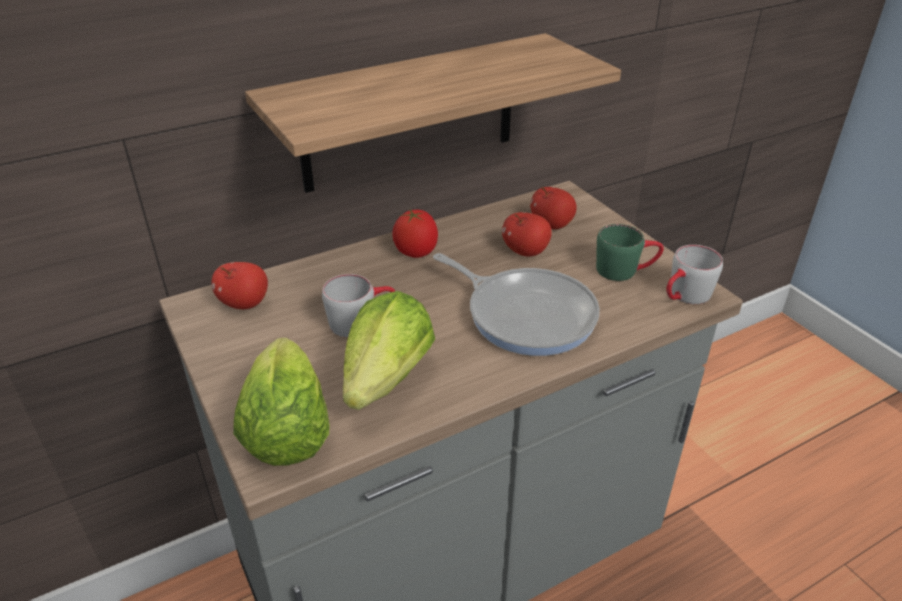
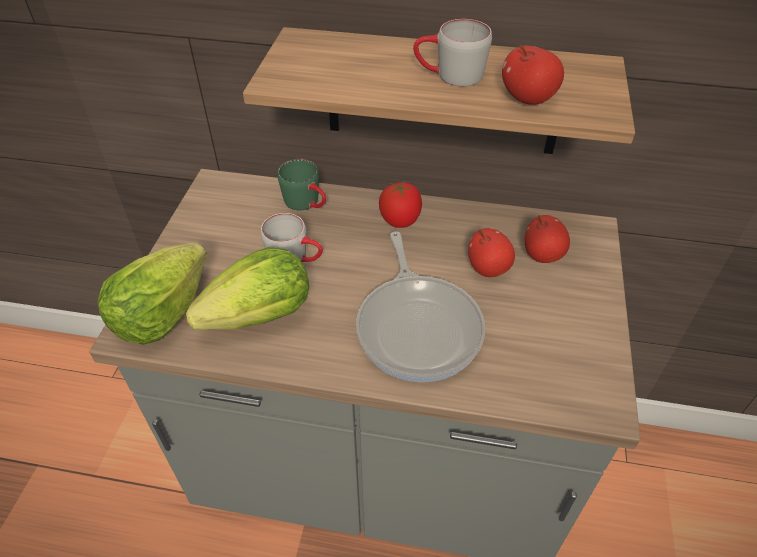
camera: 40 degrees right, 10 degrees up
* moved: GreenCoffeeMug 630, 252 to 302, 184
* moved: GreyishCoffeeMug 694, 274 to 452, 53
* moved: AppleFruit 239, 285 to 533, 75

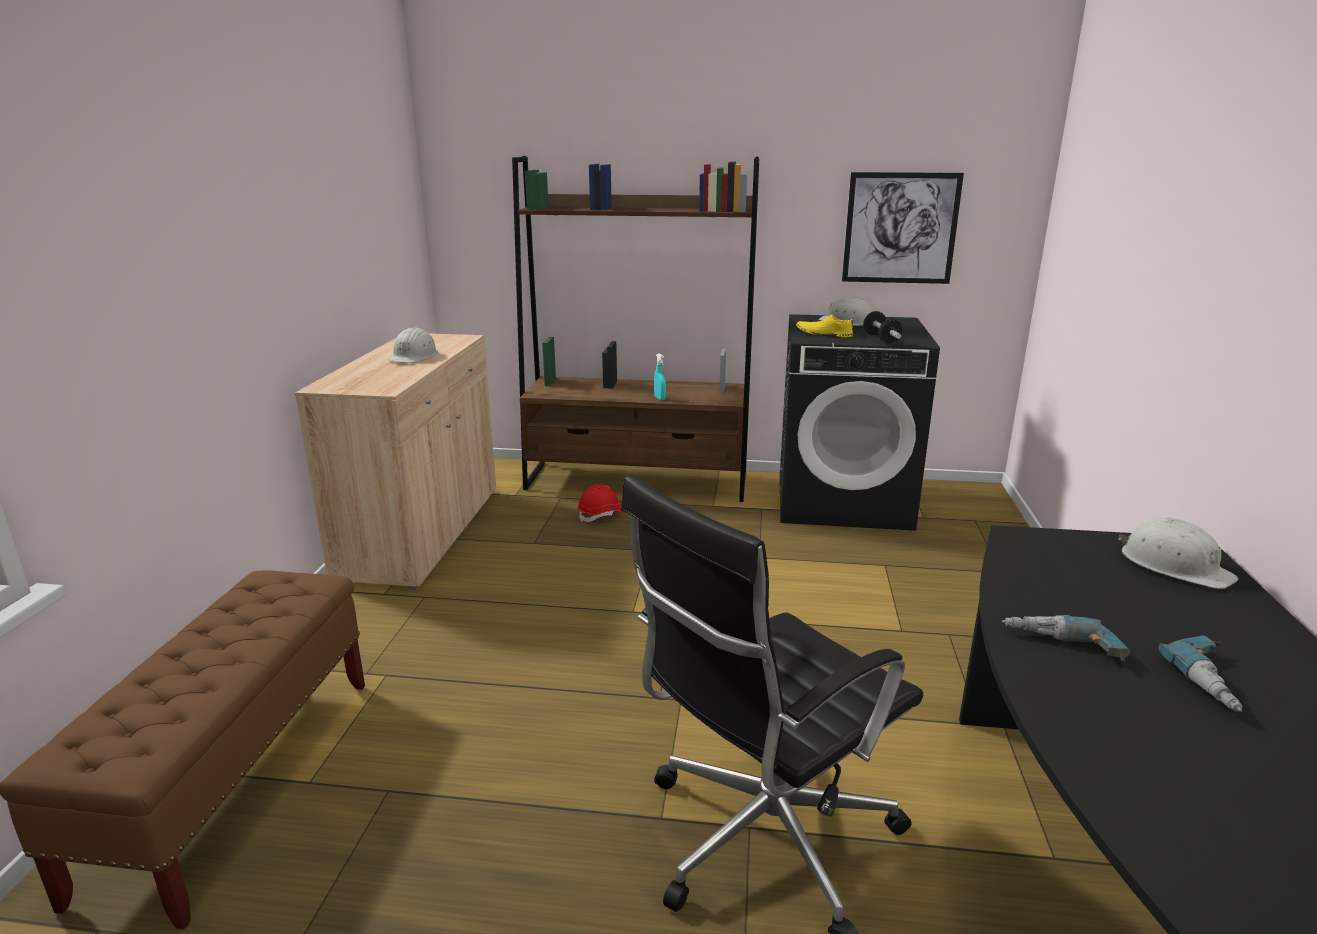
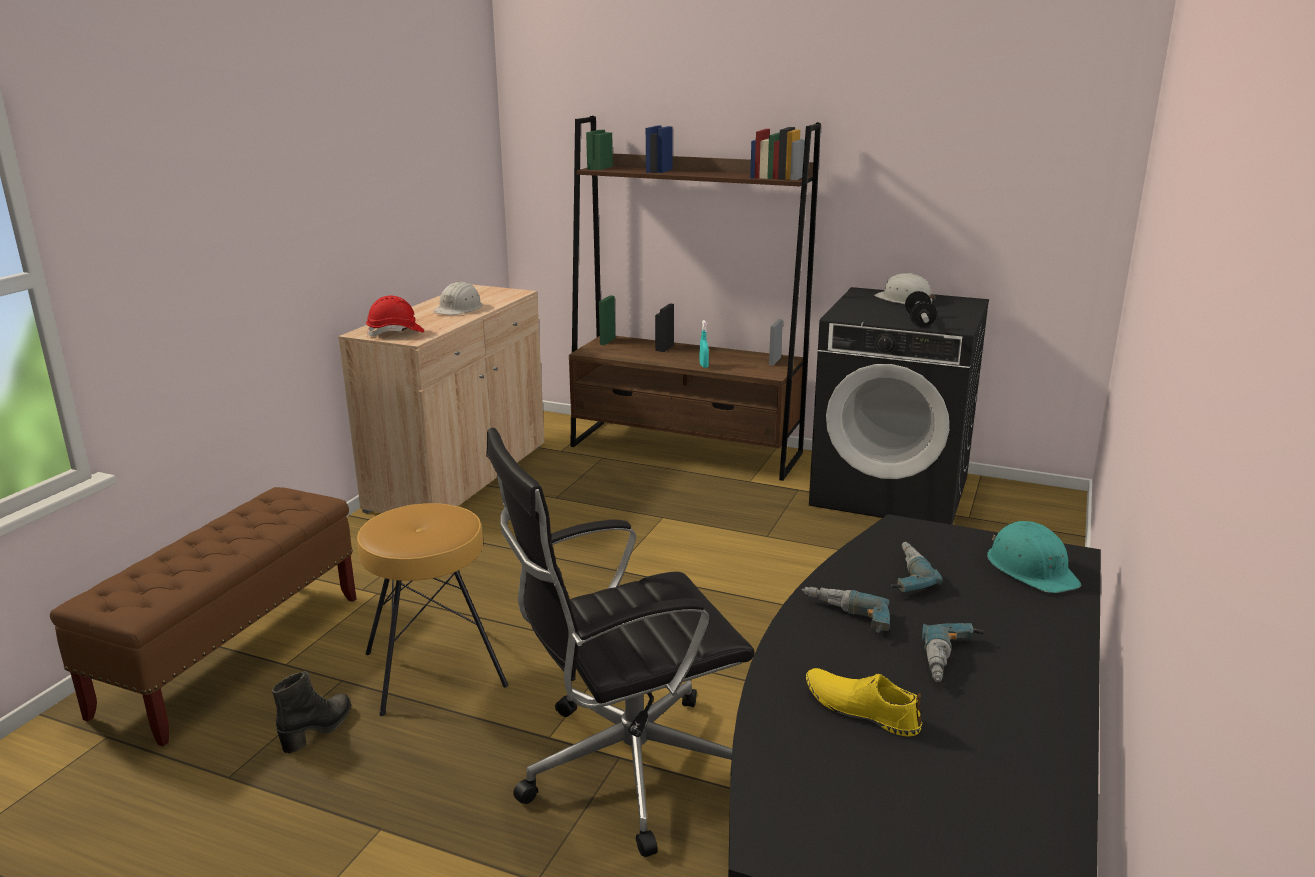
camera: 15 degrees right, 0 degrees up
* removed: WallArt 903, 228
* moved: YellowishShoe 825, 325 to 864, 702
* moved: RedHardHat 601, 503 to 395, 316
* recoloured: WhitishHardHat 1178, 553 to TurquoiseHardHat 1034, 557
* added: BrownSittingStool 433, 609
* added: Drill 917, 567
* added: BlackColouredHighTopBoot 311, 712

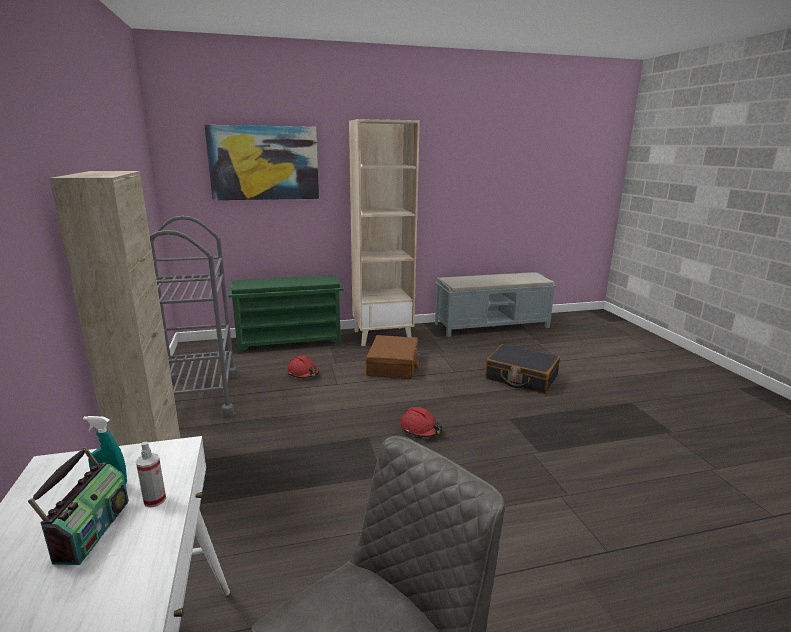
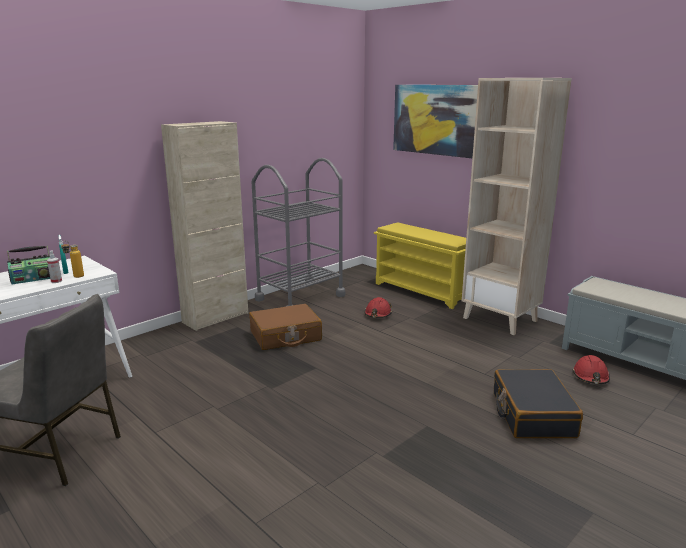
camera: 60 degrees right, 0 degrees up
* recoloured: GreenShoeRack 286, 314 to YellowishShoeRack 420, 266
* moved: BrownPieceOfLuggage 392, 357 to 285, 327
* moved: RedHardHat 421, 422 to 591, 369
* added: DrinkBottle 72, 259

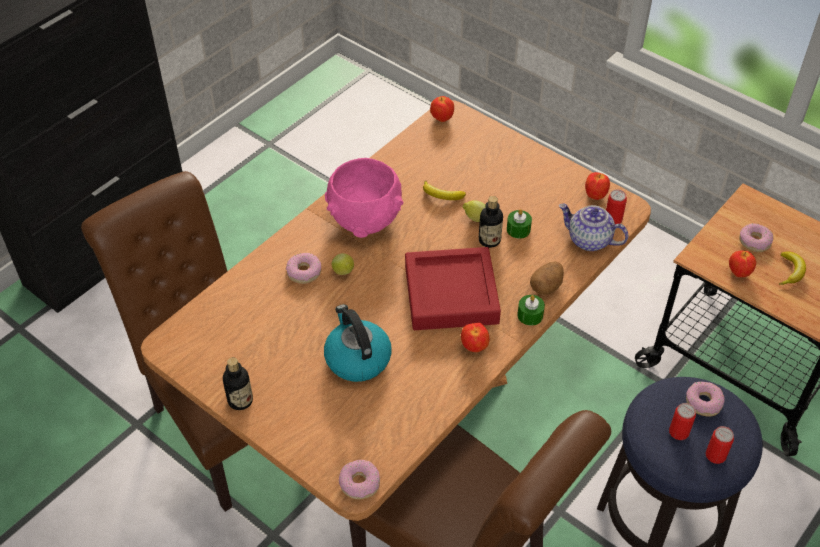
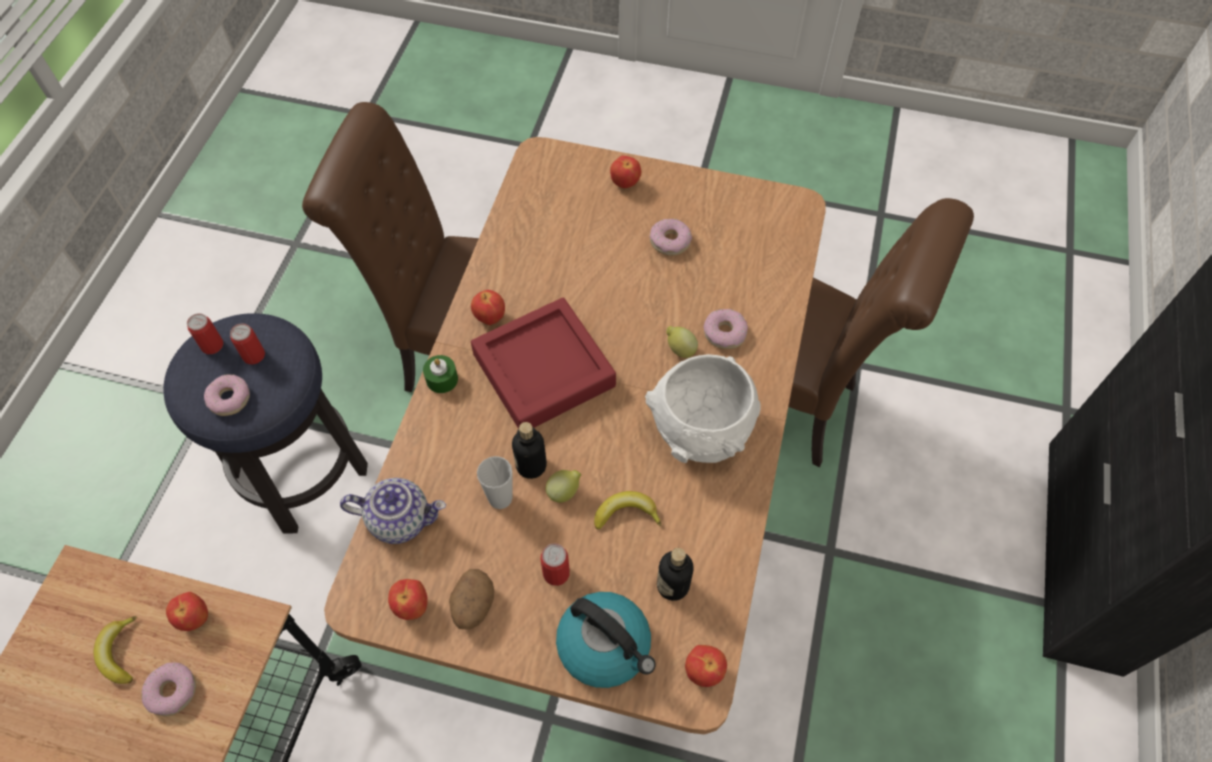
camera: 155 degrees right, 10 degrees up
* recoloured: PinkishDeepDish 364, 198 to WhitishDeepDish 703, 408
* moved: SealedCan 616, 206 to 555, 564
* replaced: GreenCandle 519, 224 to SmallCup 494, 482
* moved: Potato 547, 278 to 471, 599
* moved: Kettle 358, 343 to 606, 640
* moved: DrinkBottle 238, 383 to 675, 574
* moved: Doughnut 359, 480 to 671, 237
* added: AppleFruit 625, 172

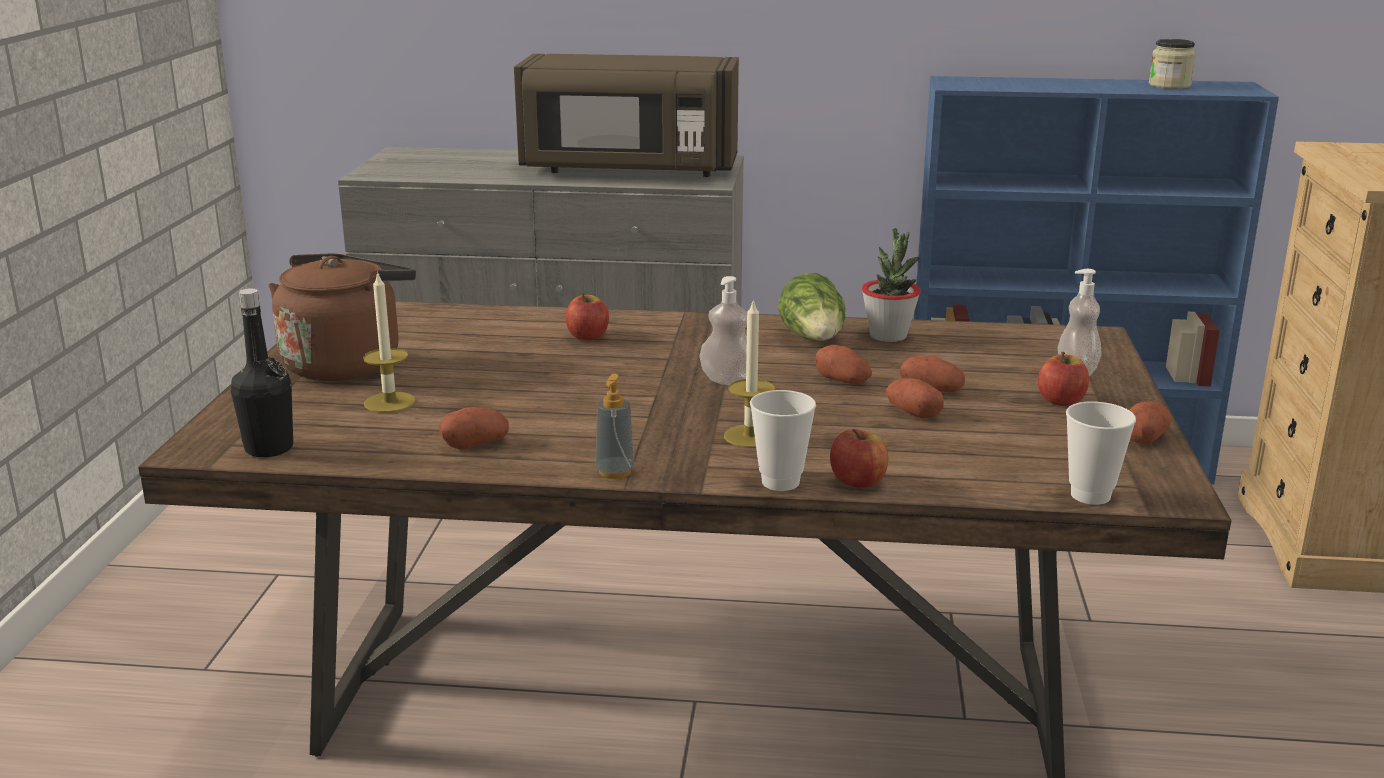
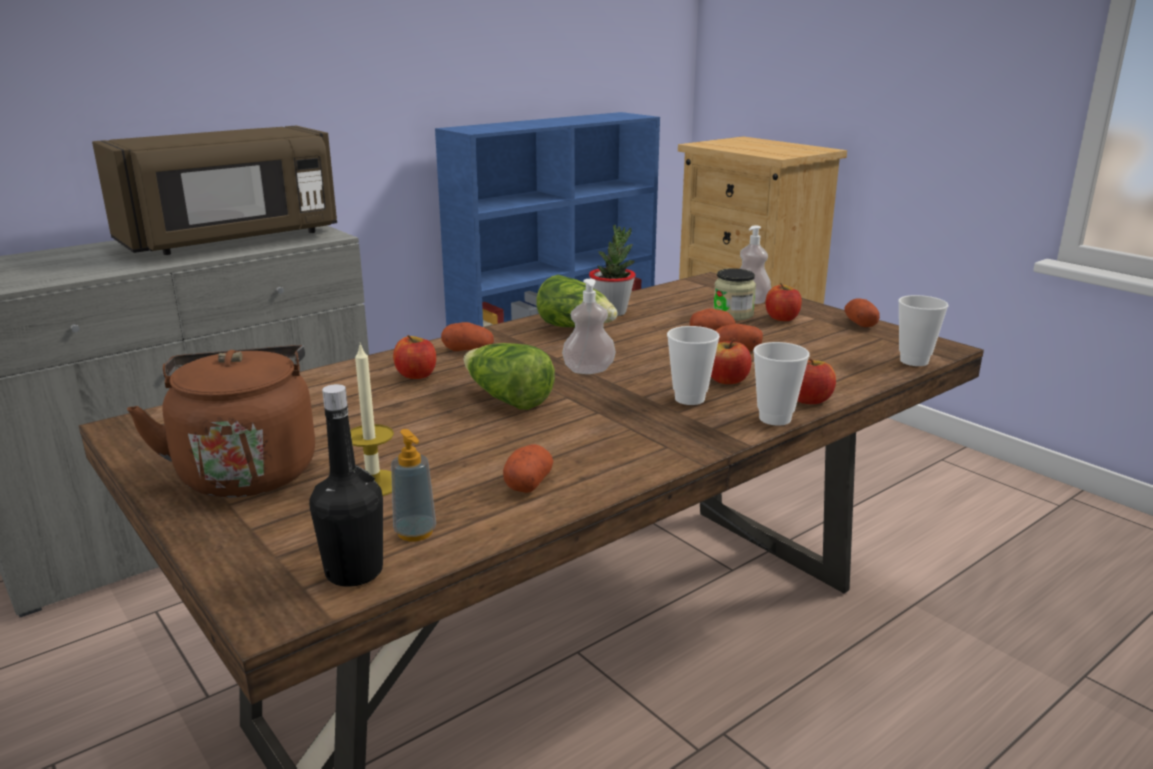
camera: 45 degrees left, 0 degrees up
* moved: Jar 1172, 64 to 734, 294
* replaced: Candle 749, 373 to SmallCup 693, 365
* moved: Potato 843, 365 to 467, 336
* moved: SoapBottle 615, 426 to 413, 485
* added: AppleFruit 731, 361
* added: Lettuce 509, 376

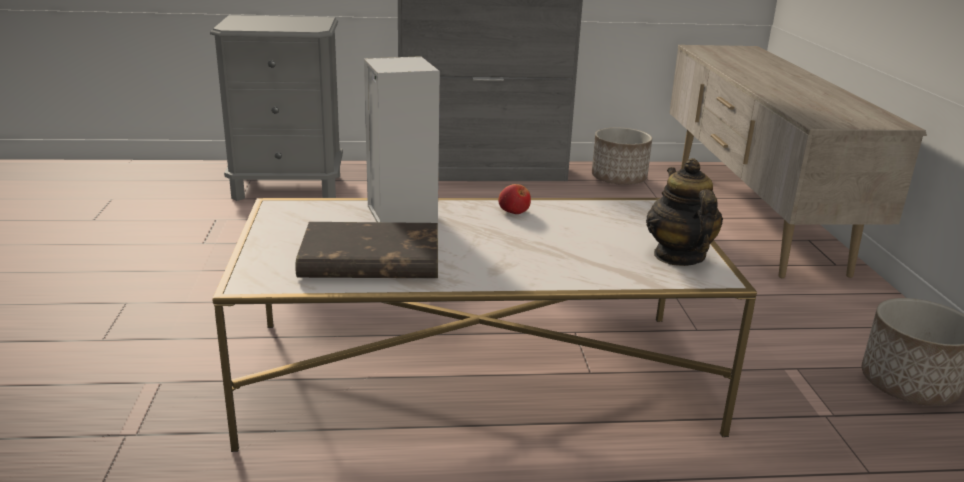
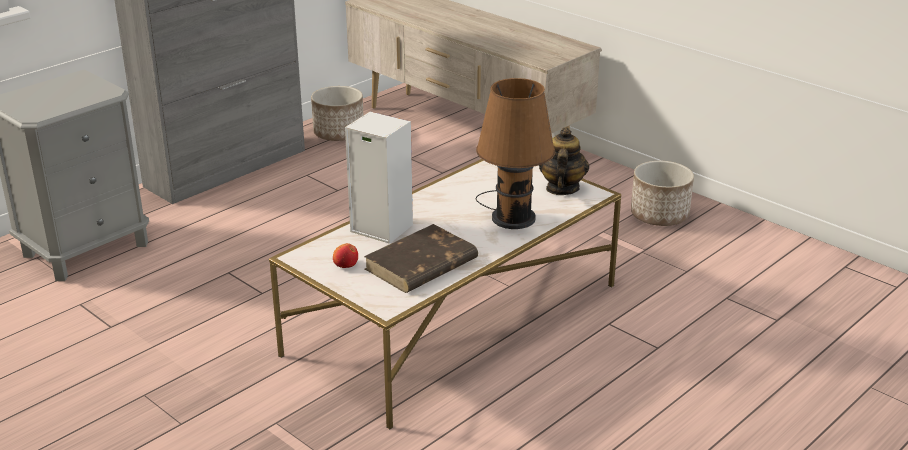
camera: 40 degrees left, 5 degrees up
* turned: PotForTea 684, 212 = 564, 161 60 degrees clockwise
* moved: AppleFruit 514, 199 to 345, 255
* added: BrownTabletopLamp 515, 153

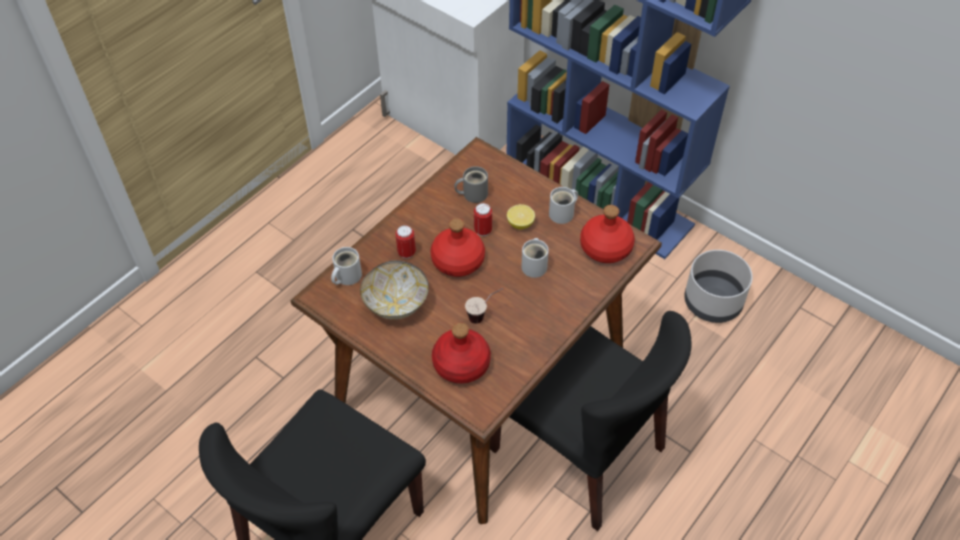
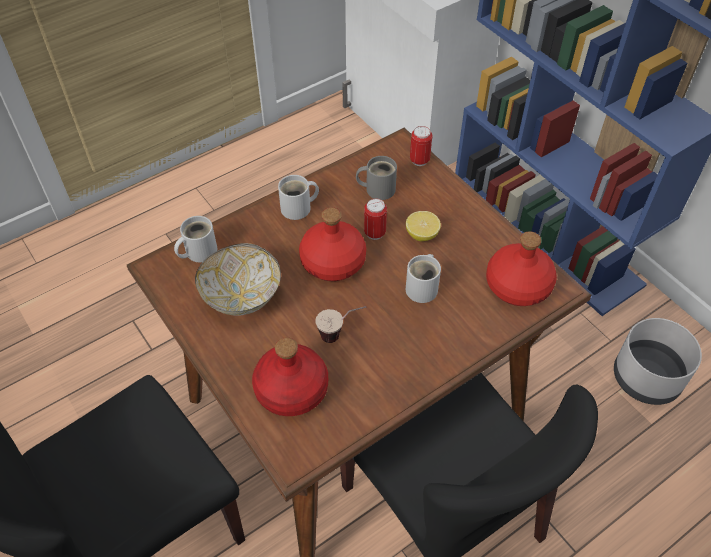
camera: 15 degrees right, 0 degrees up
* moved: WhitishCoffeeMug 563, 205 to 298, 197
* moved: SealedCan 405, 242 to 421, 146

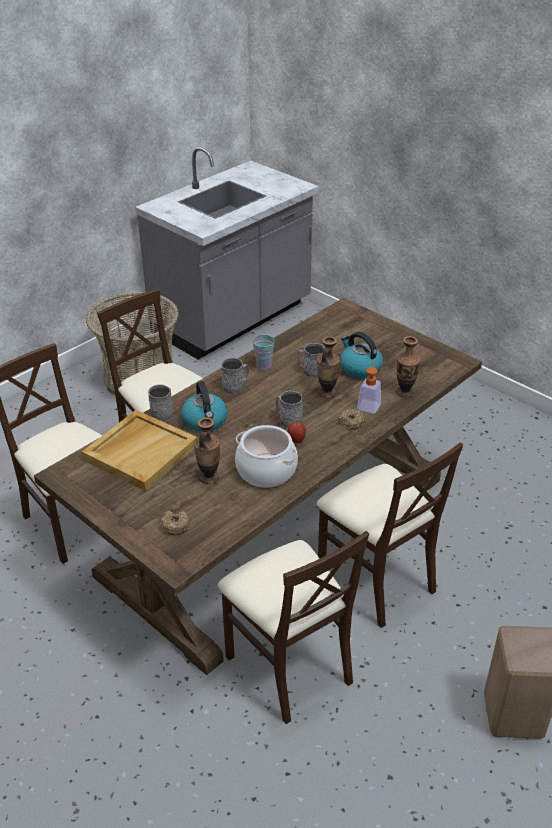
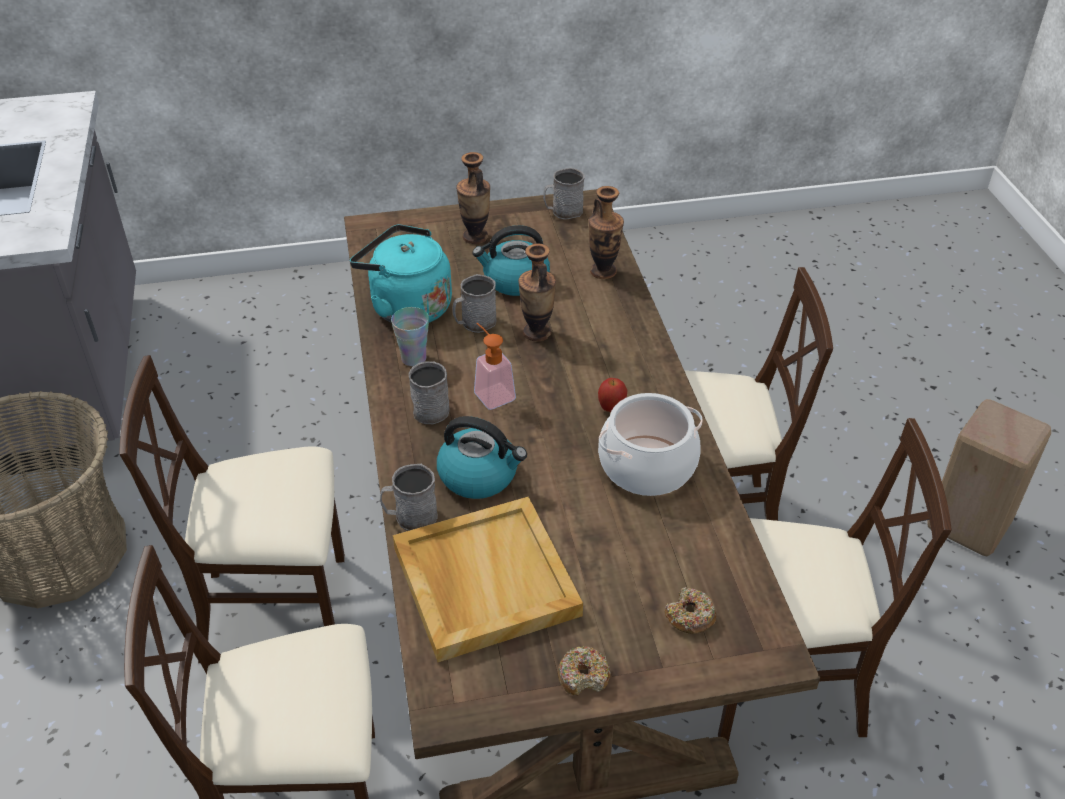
camera: 55 degrees left, 5 degrees up
* moved: SoapBottle 369, 387 to 495, 366
* moved: GreyishCoffeeMug 289, 409 to 564, 193
* moved: Doughnut 352, 419 to 584, 671
* moved: Vase 207, 450 to 473, 198
* added: TurquoiseKettle 401, 273

